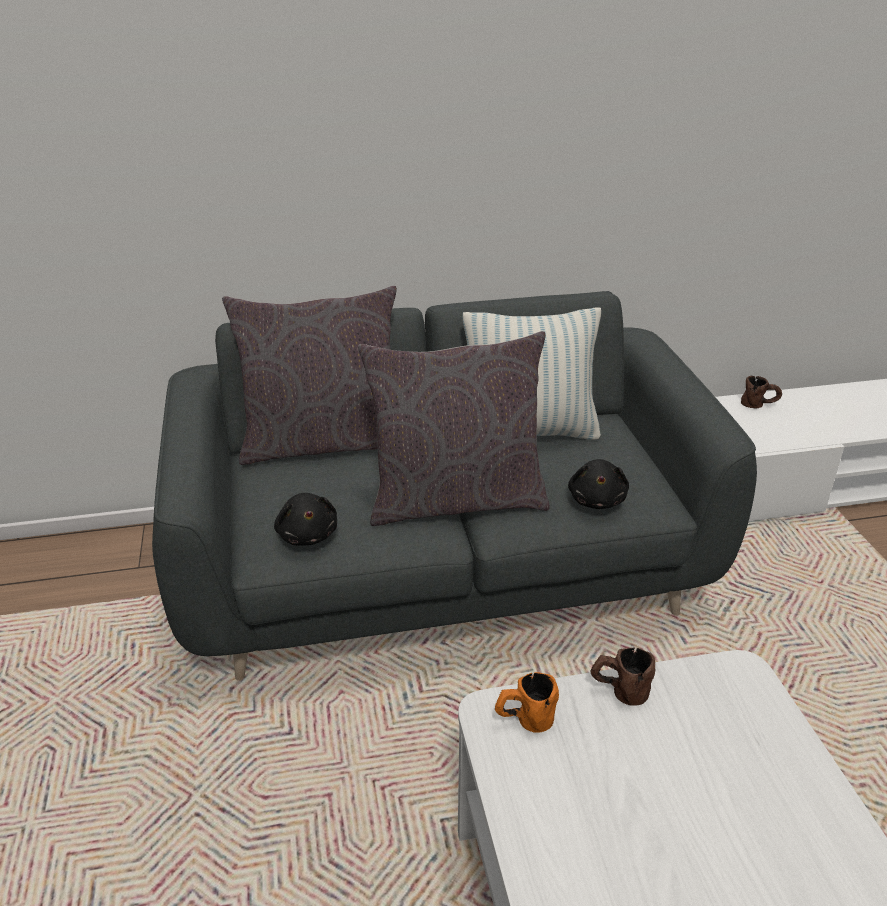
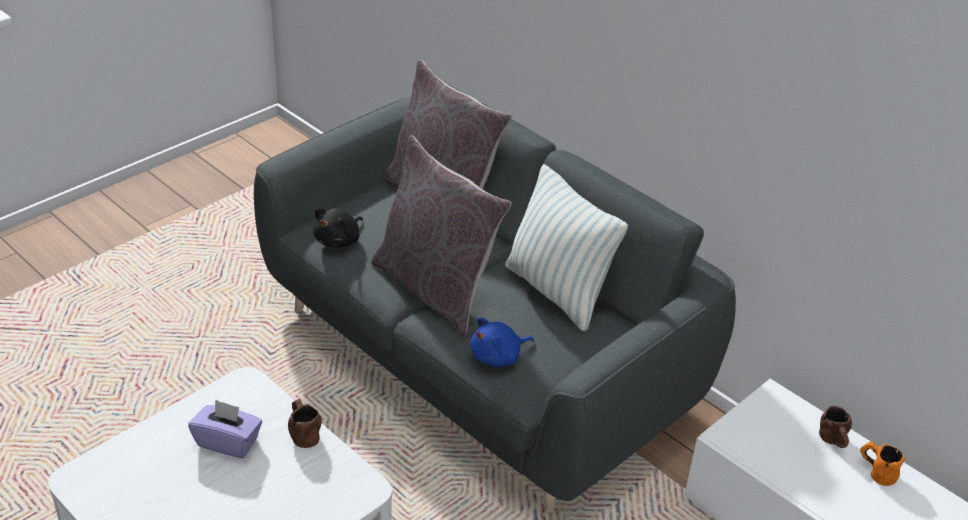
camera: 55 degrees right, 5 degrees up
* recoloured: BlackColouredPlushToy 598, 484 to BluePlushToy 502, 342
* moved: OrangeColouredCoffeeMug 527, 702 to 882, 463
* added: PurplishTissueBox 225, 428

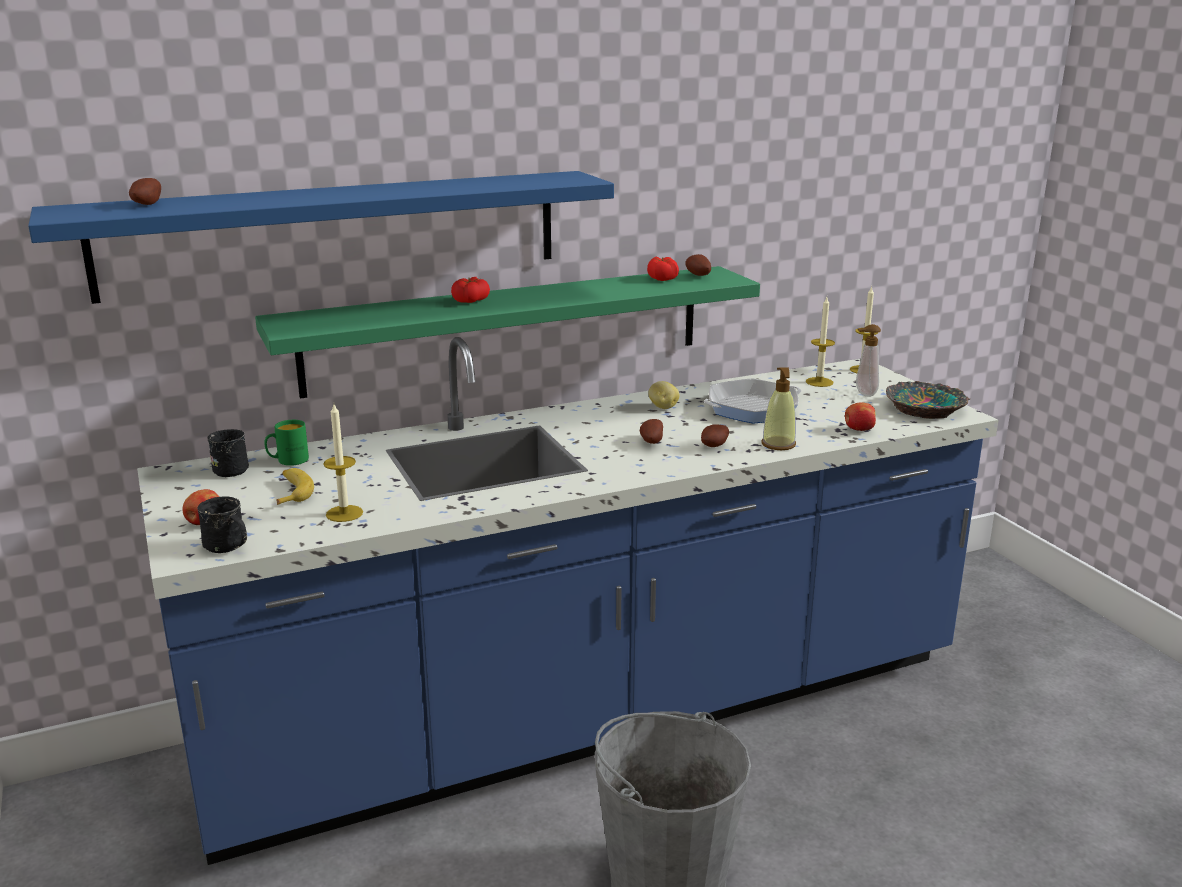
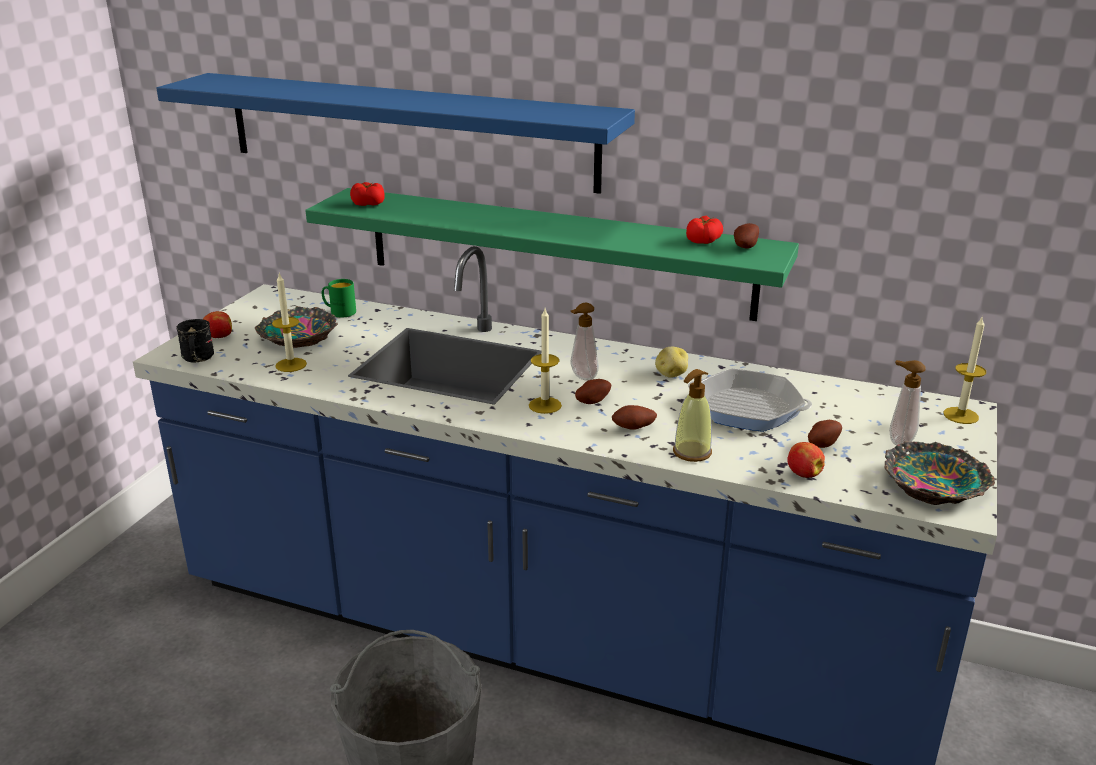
camera: 45 degrees right, 5 degrees up
* moved: Potato 145, 191 to 825, 434
* moved: FreshTomato 470, 290 to 367, 194
* moved: Candle 820, 342 to 545, 361
* removed: BlackColouredCoffeeMug 228, 453
* replaced: BananaFruit 295, 486 to DeepDish 296, 327
* added: SoapBottle 585, 342

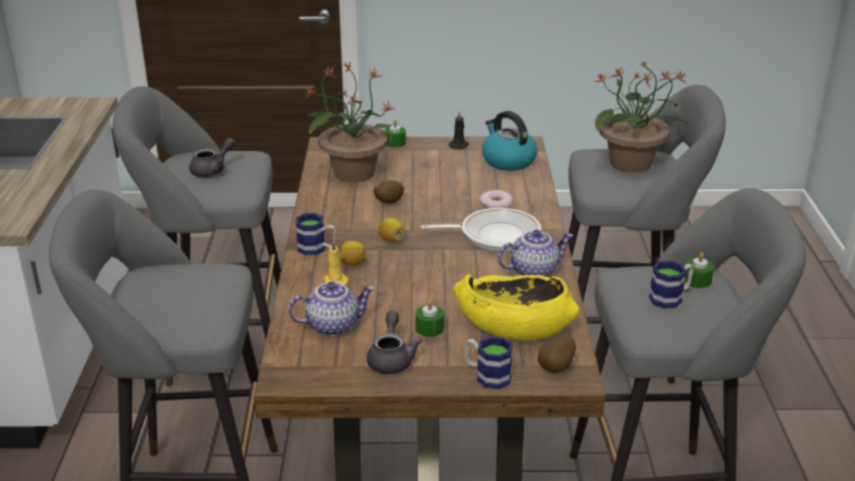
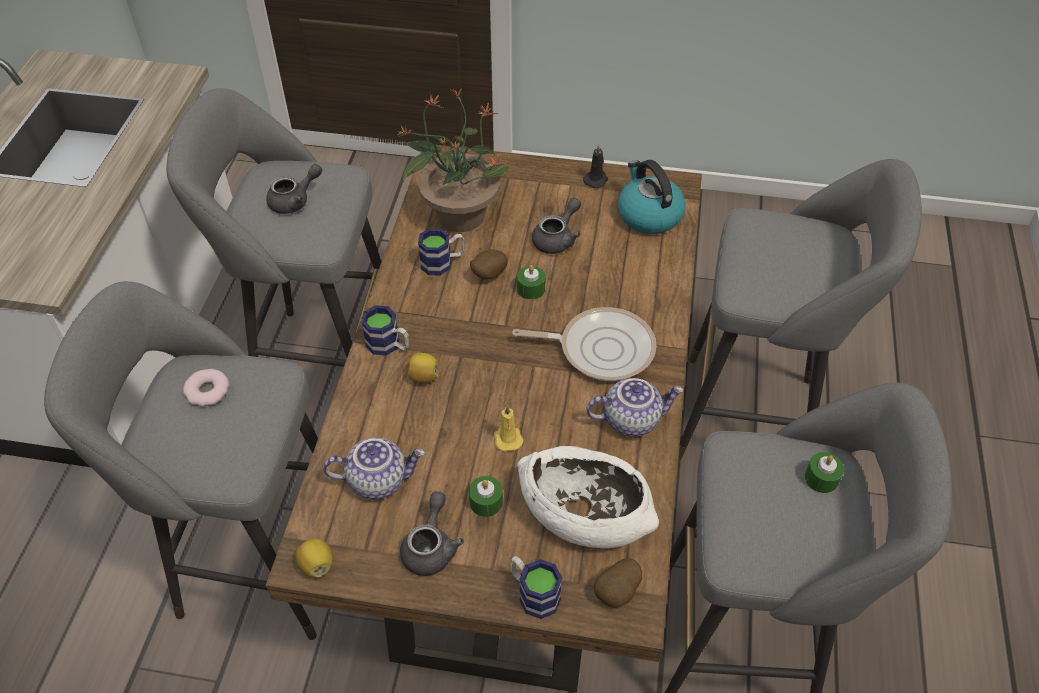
camera: 10 degrees right, 20 degrees up
* removed: Houseplant 641, 117
* moved: GreenCandle 395, 134 to 531, 282
* moved: Doughnut 496, 199 to 206, 388
* moved: WholeLemon 391, 230 to 313, 558
* moved: YellowishCandle 336, 262 to 509, 428
* moved: CoffeeMug 671, 284 to 441, 252
* recoloured: YellowishDeepDish 516, 307 to WhitishDeepDish 588, 497
* added: GreyishPotForTea 556, 226

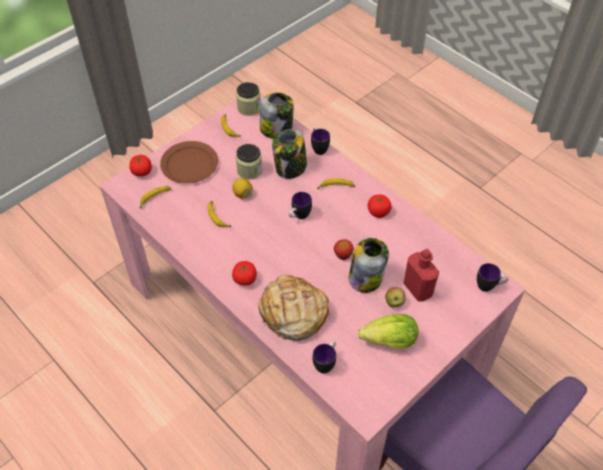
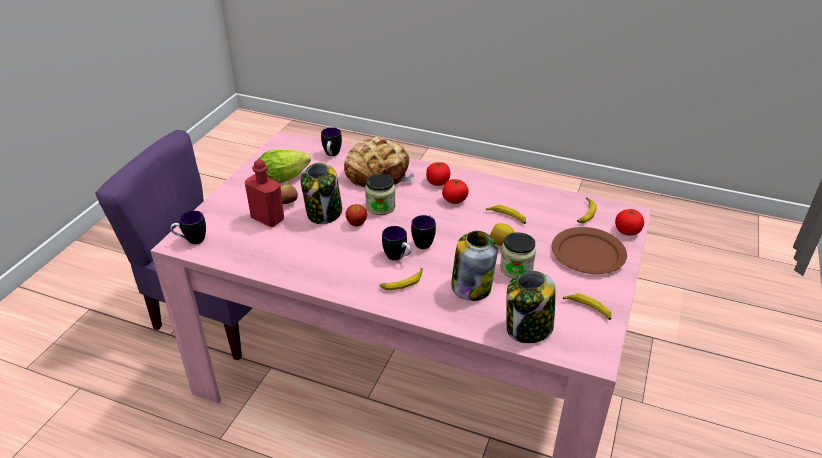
camera: 155 degrees right, 15 degrees down
* moved: Jar 248, 99 to 380, 194
* moved: CoffeeMug 320, 141 to 396, 243
* moved: FreshTomato 380, 206 to 455, 191

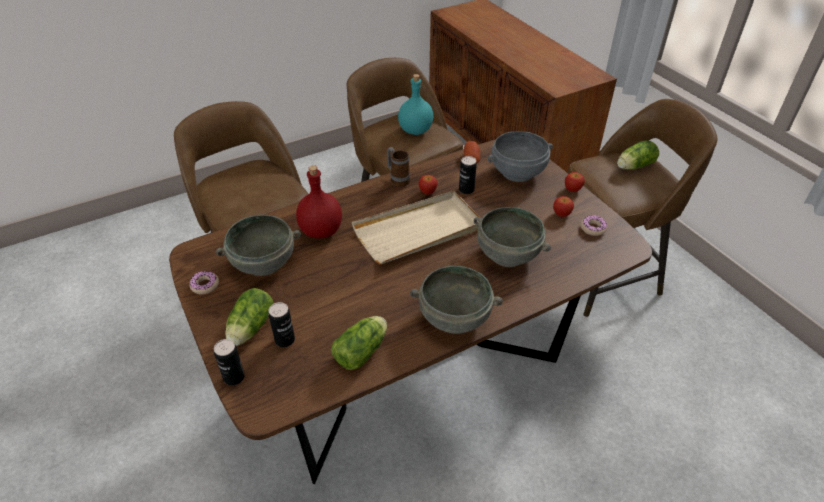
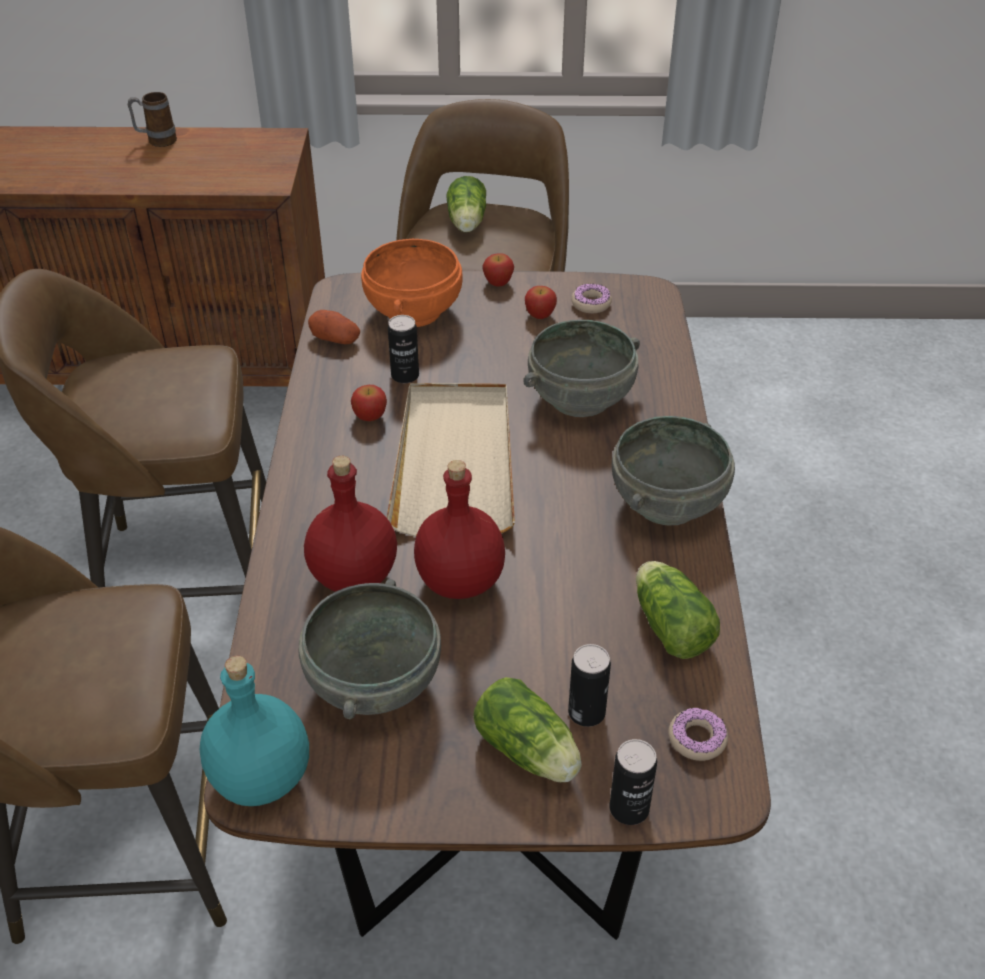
camera: 60 degrees left, 0 degrees up
* moved: TurquoiseDrinkBottle 416, 104 to 254, 731
* recoloured: GreyishDeepDish 520, 156 to OrangeColouredDeepDish 412, 283
* moved: CoffeeMug 398, 167 to 152, 119
* moved: Doughnut 204, 282 to 698, 734
* added: RedDrinkBottle 459, 529

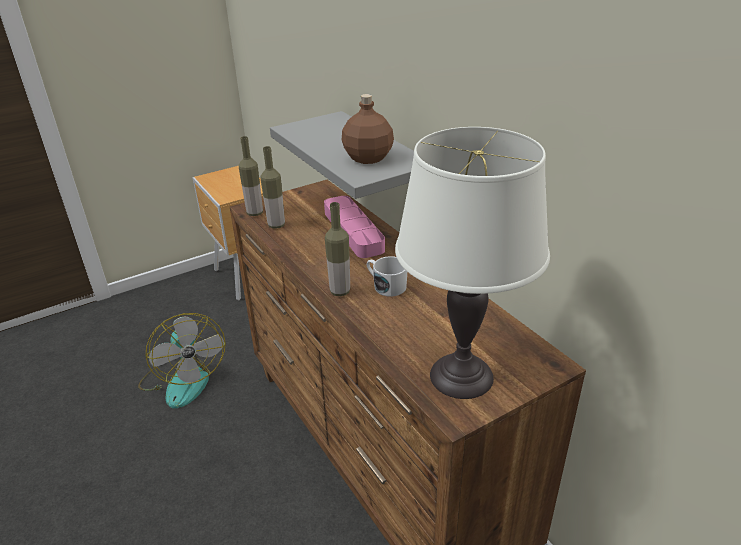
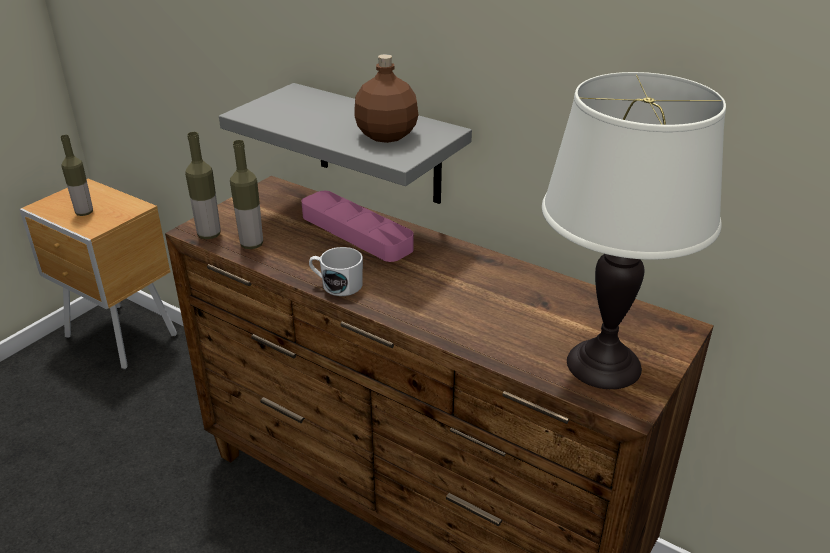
camera: 25 degrees left, 0 degrees up
* moved: DrinkBottle 337, 249 to 77, 175
* moved: WhitishCoffeeMug 387, 276 to 336, 271
* removed: Fan 182, 361

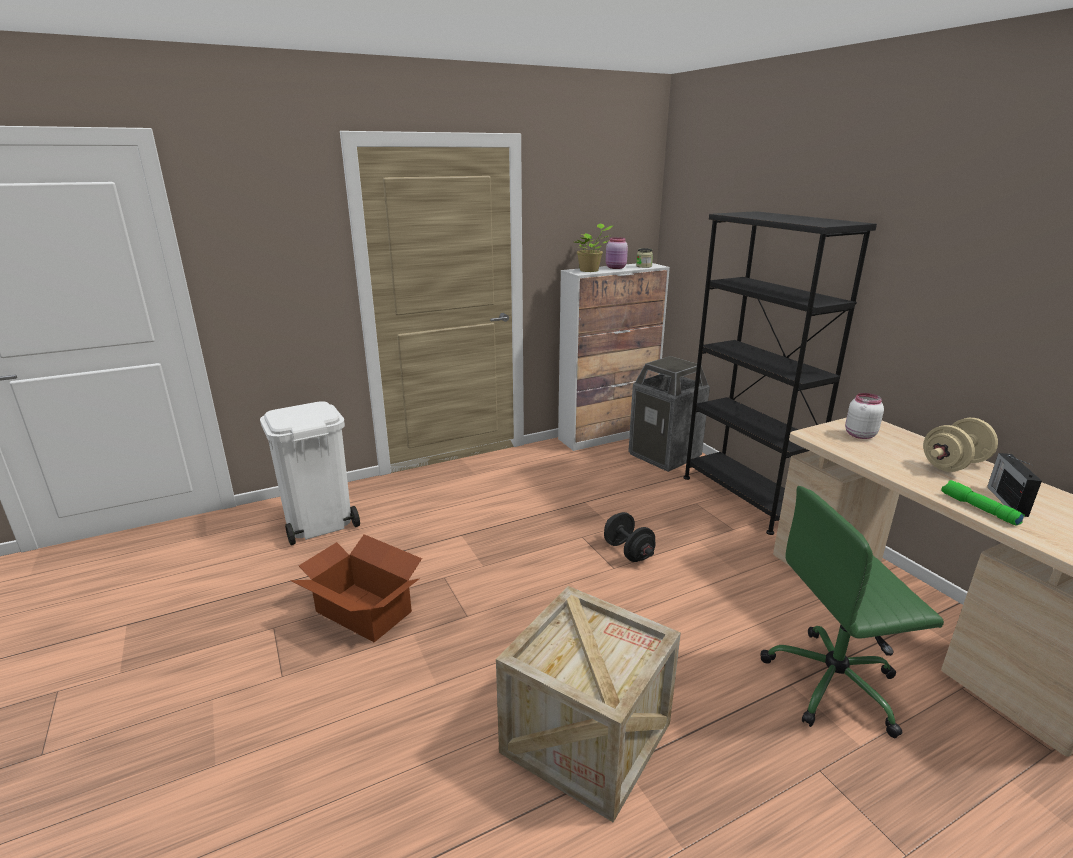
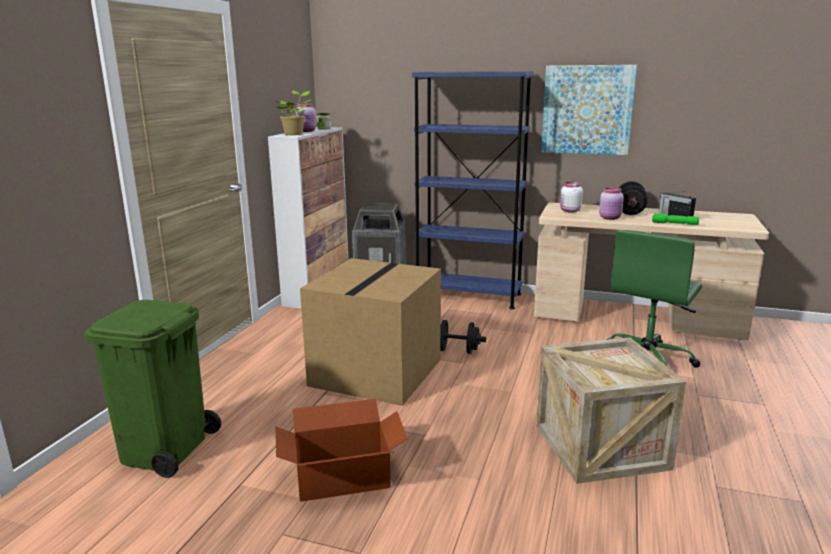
camera: 45 degrees left, 5 degrees down
* recoloured: BlackColouredBookshelf 780, 373 to BlueBookshelf 473, 190
* recoloured: WhitishWasteBin 310, 473 to GreenWasteBin 152, 389
* recoloured: SandColouredHandWeight 960, 445 to BlackColouredHandWeight 633, 198
* added: WallArt 589, 110
* added: PinkishJar 611, 203
* added: PackingBox 370, 332

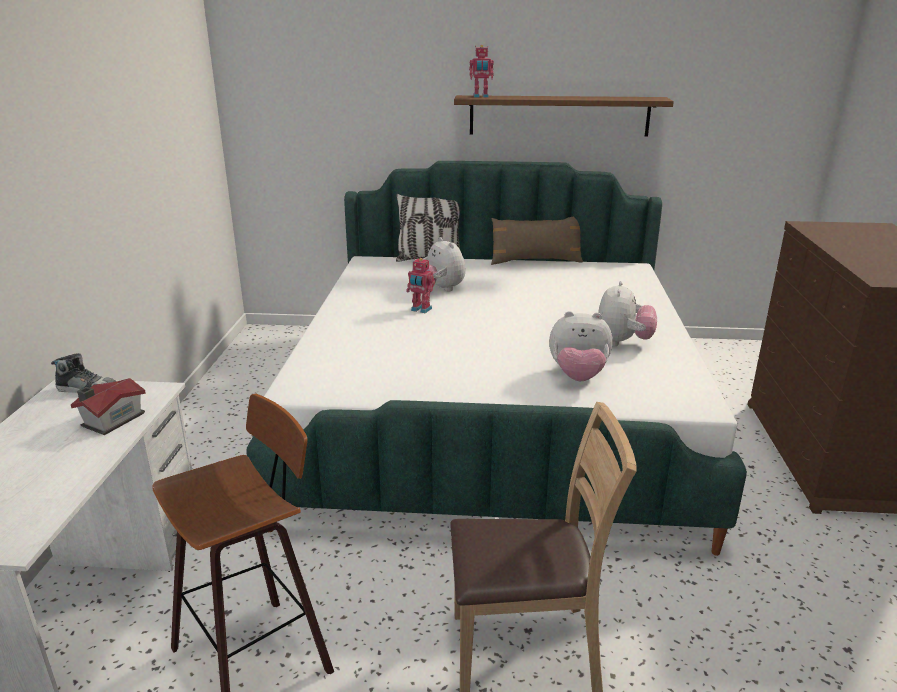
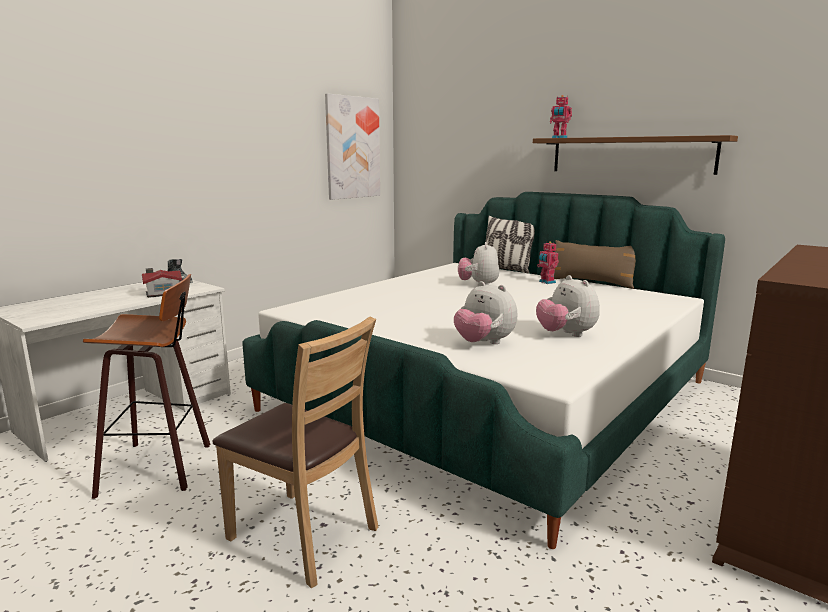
camera: 35 degrees right, 10 degrees down
* moved: RobotFigure 420, 285 to 548, 262
* turned: PlushToy 627, 313 = 568, 306 105 degrees clockwise
* added: WallArt 352, 146

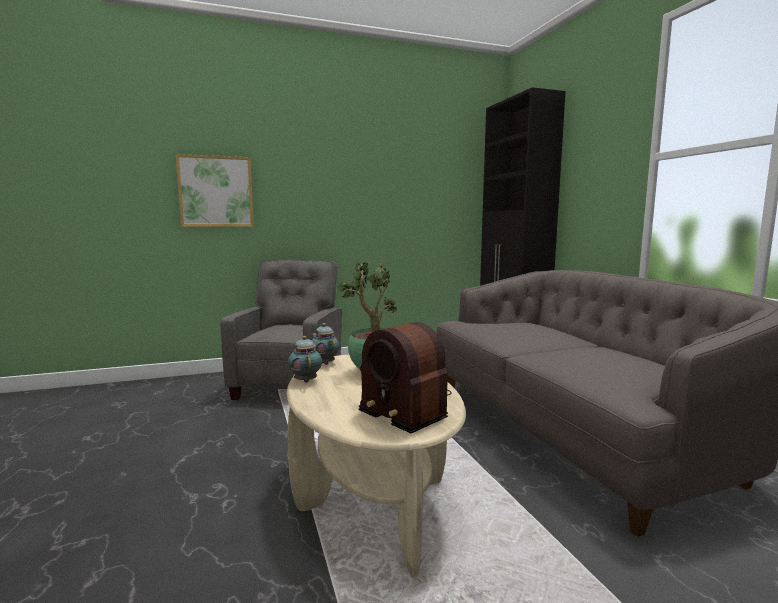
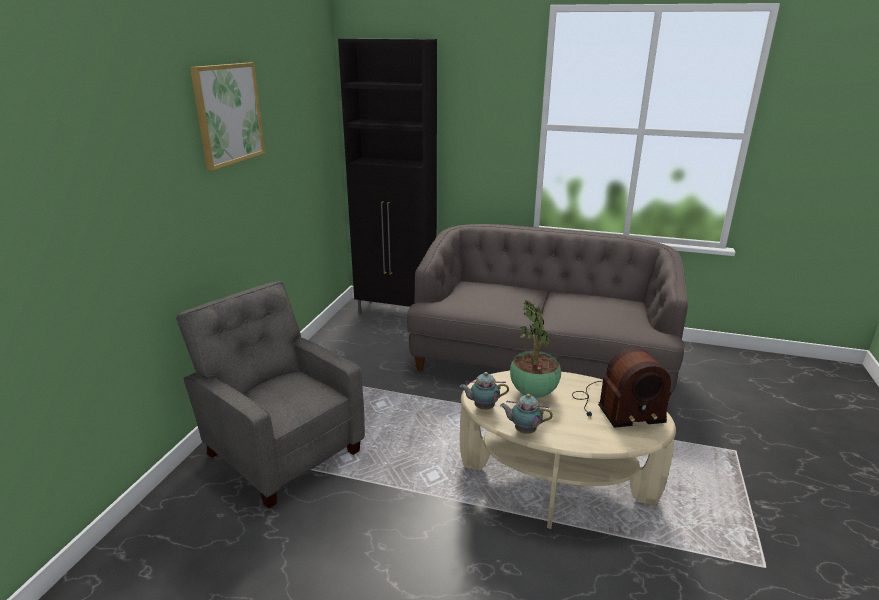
camera: 55 degrees left, 15 degrees up
* moved: WallArt 215, 190 to 227, 116

